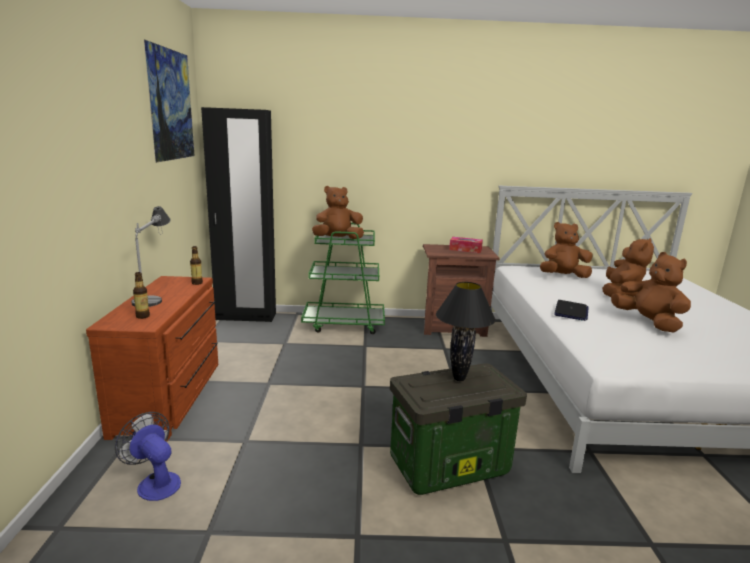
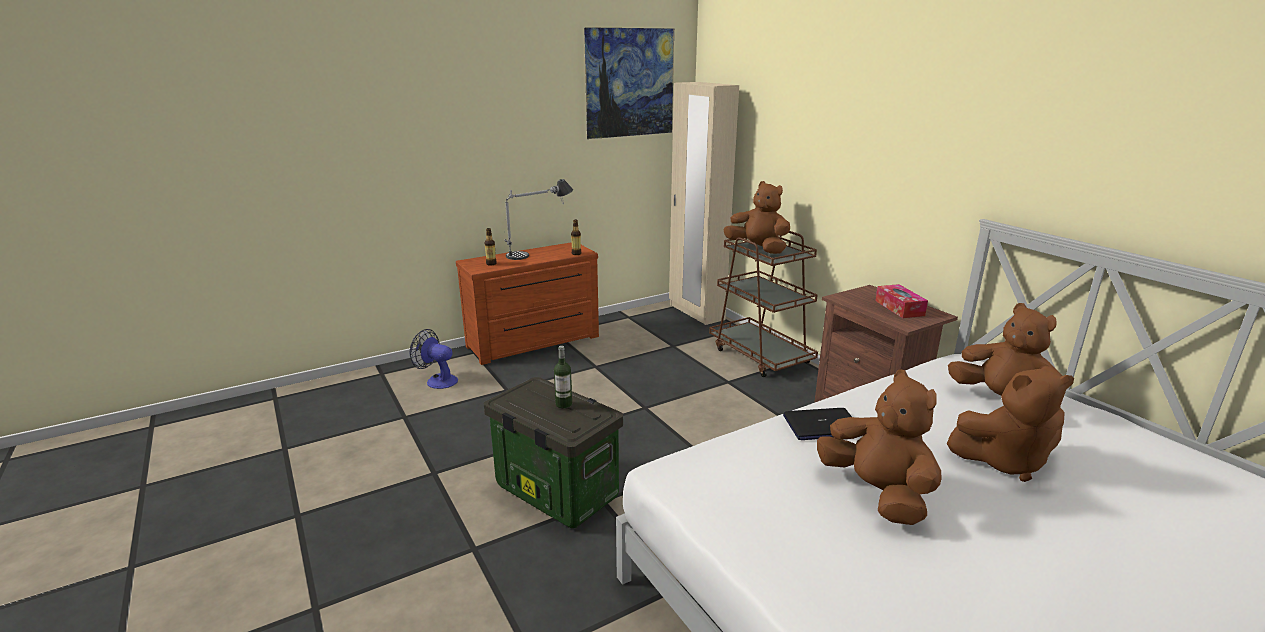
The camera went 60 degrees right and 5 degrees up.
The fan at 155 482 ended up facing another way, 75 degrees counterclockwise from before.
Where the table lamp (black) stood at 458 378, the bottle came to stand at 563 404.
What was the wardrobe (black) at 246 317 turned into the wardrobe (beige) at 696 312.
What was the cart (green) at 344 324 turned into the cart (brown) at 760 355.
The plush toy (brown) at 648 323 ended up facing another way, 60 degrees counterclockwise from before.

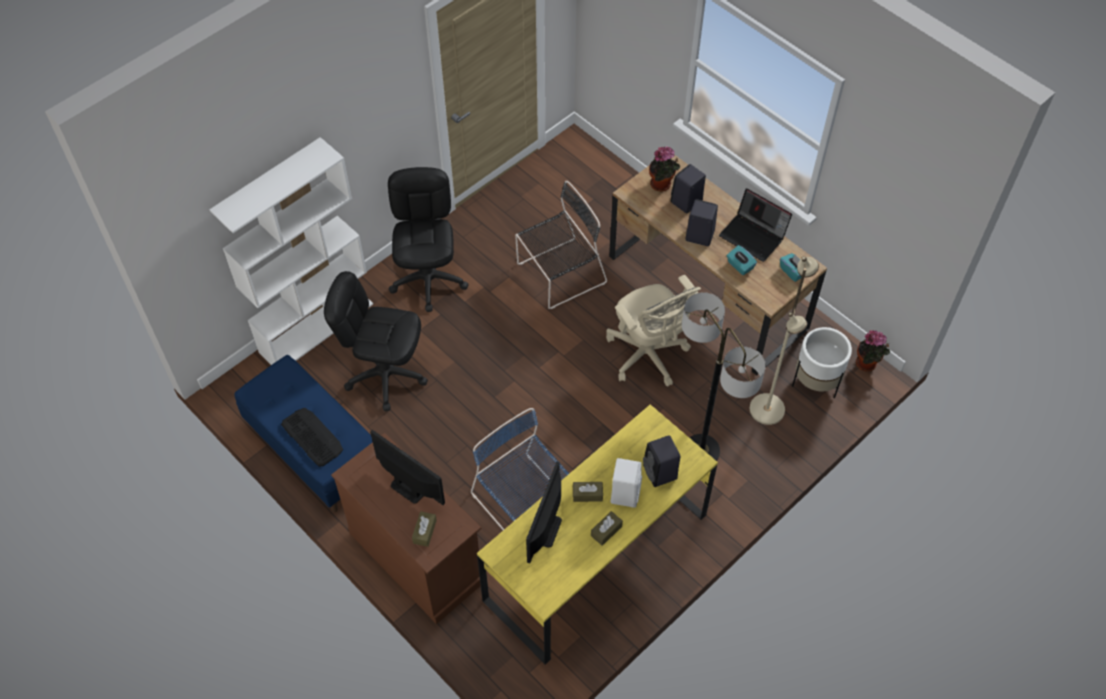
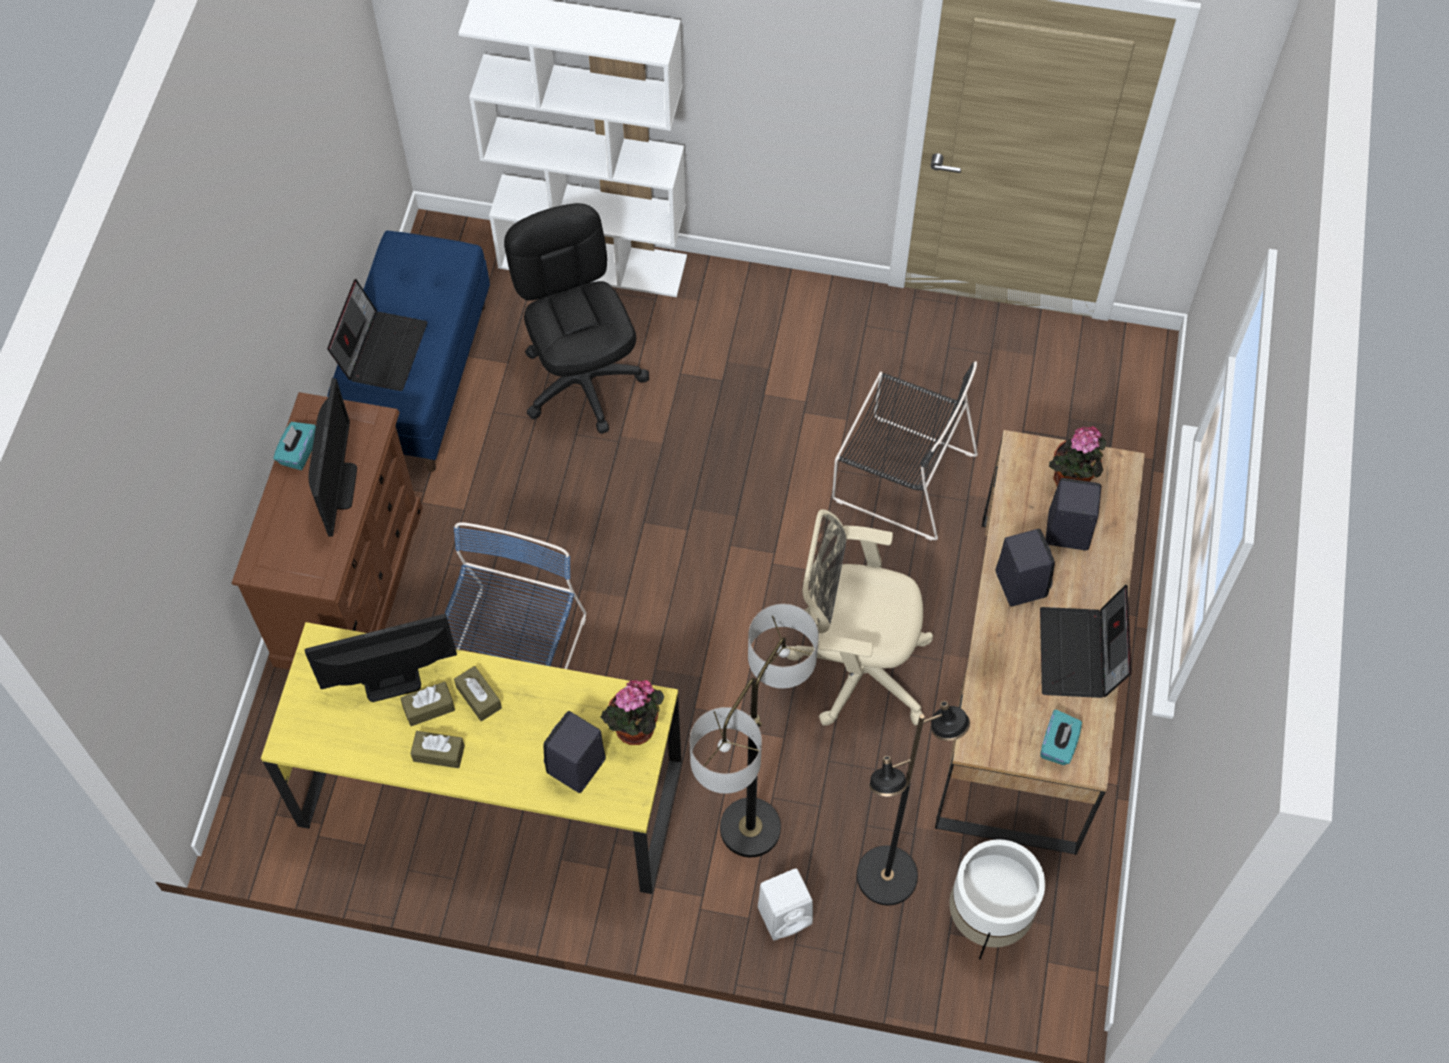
The camera went 55 degrees right and 5 degrees up.
The tissue box (turquoise) ended up elsewhere, having gone from 740 266 to 298 453.
Where the keyboard stood at 312 437, the laptop came to stand at 382 349.
The tissue box (brown) ended up elsewhere, having gone from 424 531 to 429 708.
The potted plant ended up elsewhere, having gone from 867 364 to 634 732.
The speaker (white) ended up elsewhere, having gone from 625 492 to 786 914.
The office chair (beige) at 648 356 ended up facing another way, 75 degrees clockwise from before.
What was the floor lamp (beige) at 768 409 turned into the floor lamp (black) at 888 877.
The second view lost the office chair (black) at 429 279.

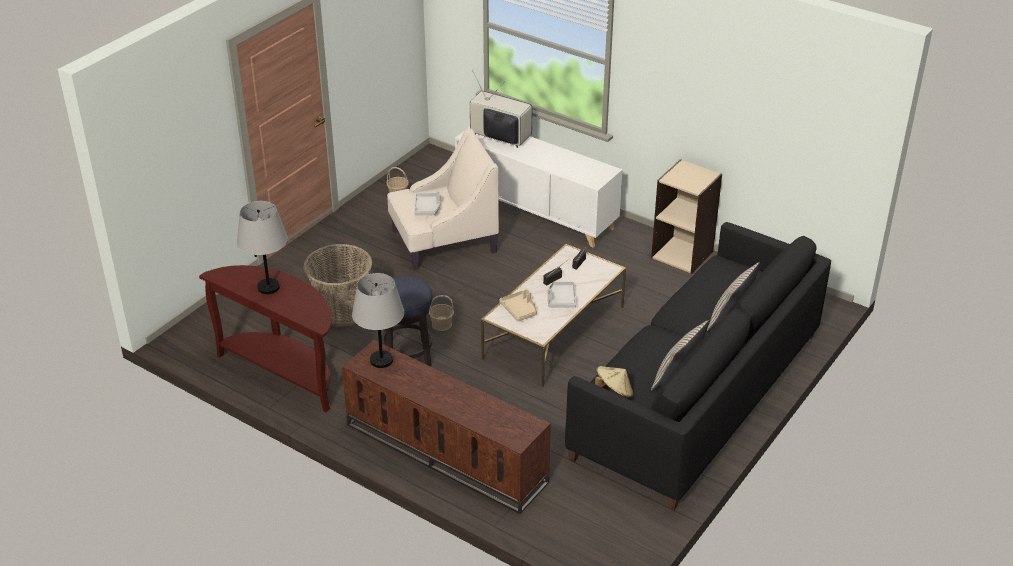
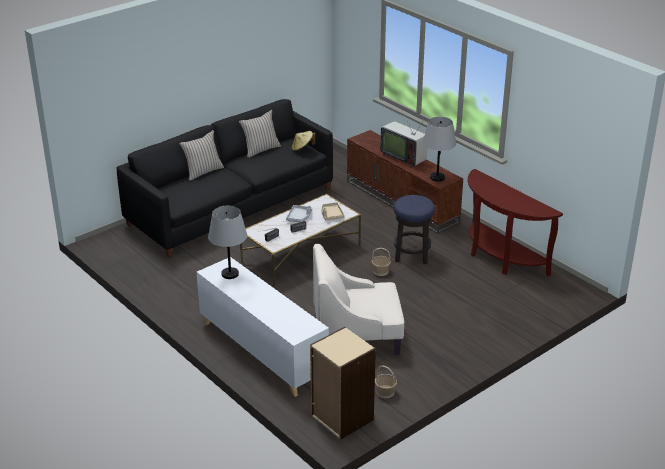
The camera went 165 degrees left and 5 degrees down.
The table lamp (grey) ended up elsewhere, having gone from 268 287 to 230 274.
The bookcase (beige) ended up elsewhere, having gone from 682 254 to 341 418.
The television ended up elsewhere, having gone from 500 138 to 404 156.
The second view lost the basket at 342 309.
The second view lost the tray (grey) at 427 208.

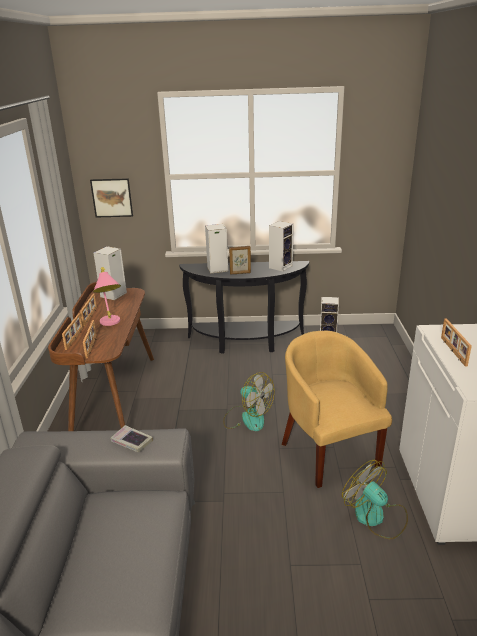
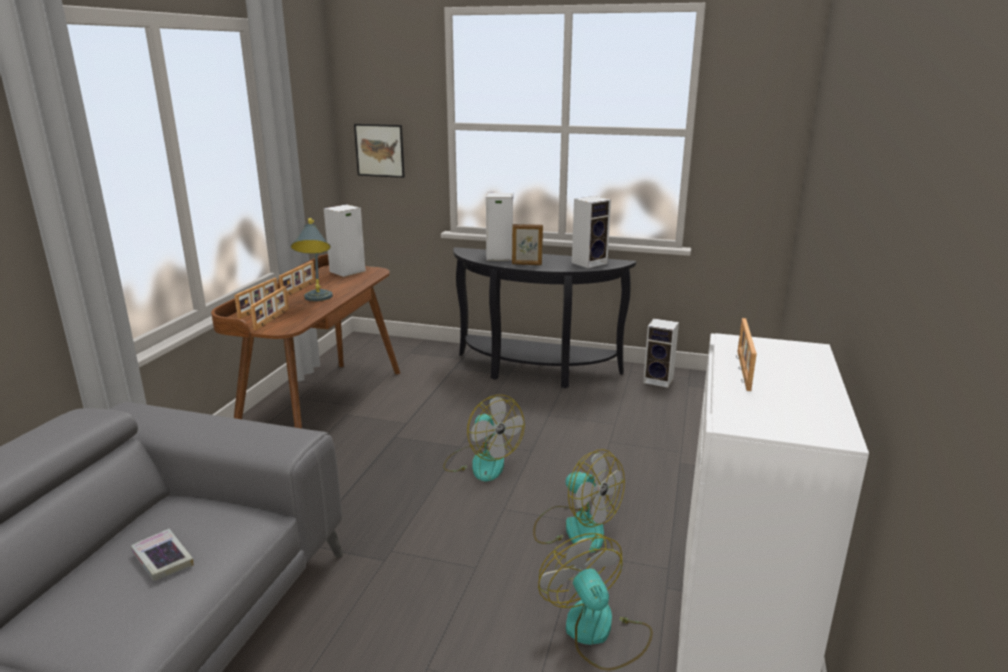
The camera went 15 degrees right and 5 degrees down.
The book ended up elsewhere, having gone from 132 442 to 162 559.
What was the table lamp (pink) at 111 324 turned into the table lamp (grey) at 317 300.
Where the armchair (yellow) stood at 329 451, the fan came to stand at 575 527.

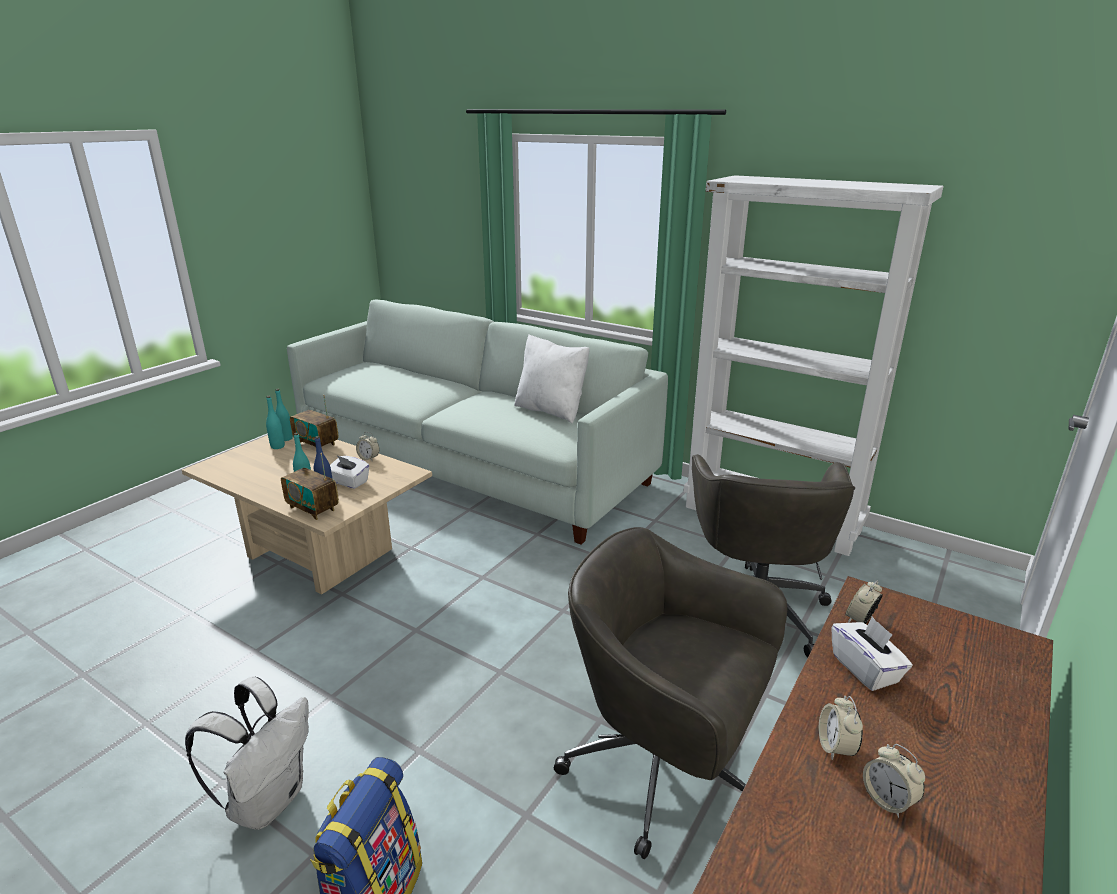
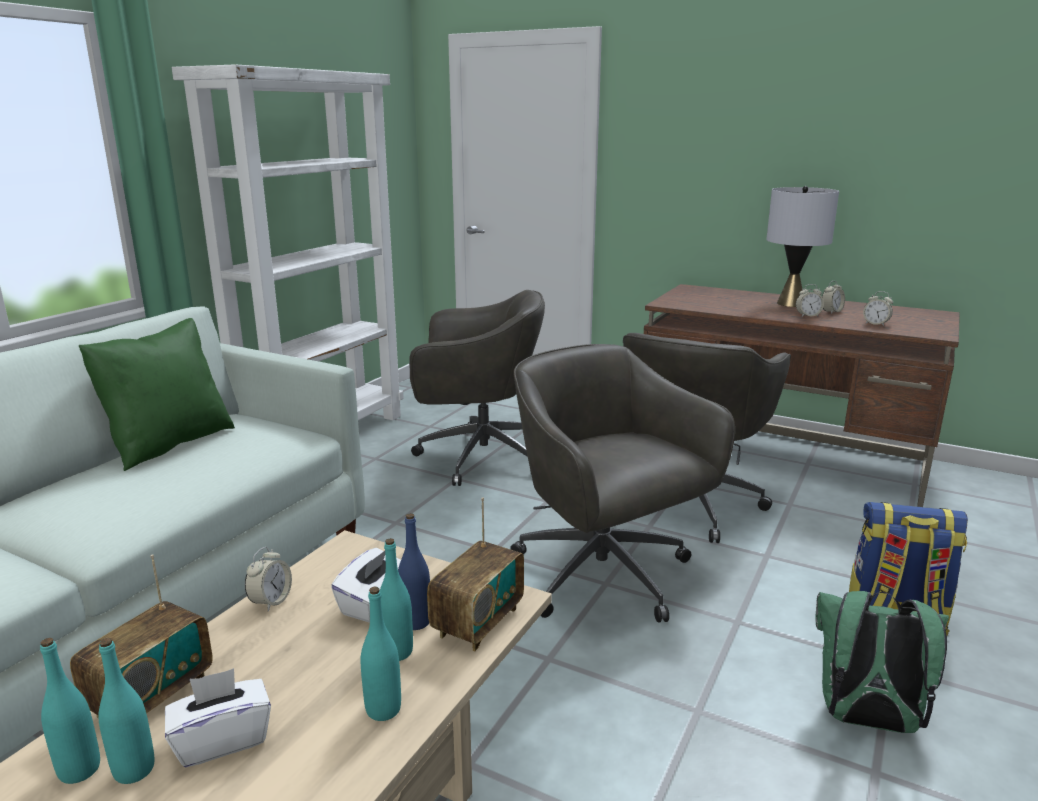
The camera went 95 degrees left and 5 degrees down.
What was the pillow (white) at 551 410 turned into the pillow (green) at 169 444.
The tissue box (white) ended up elsewhere, having gone from 865 669 to 222 739.
The second view gained the bottle (turquoise) at 383 709.
The second view gained the office chair (grey) at 605 577.
The second view gained the table lamp (grey) at 791 303.
What was the backpack (white) at 267 799 turned into the backpack (green) at 865 720.
The alarm clock ended up elsewhere, having gone from 860 620 to 875 324.

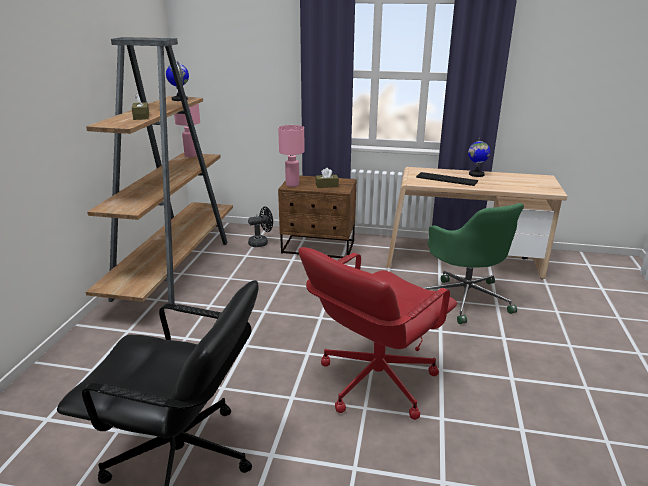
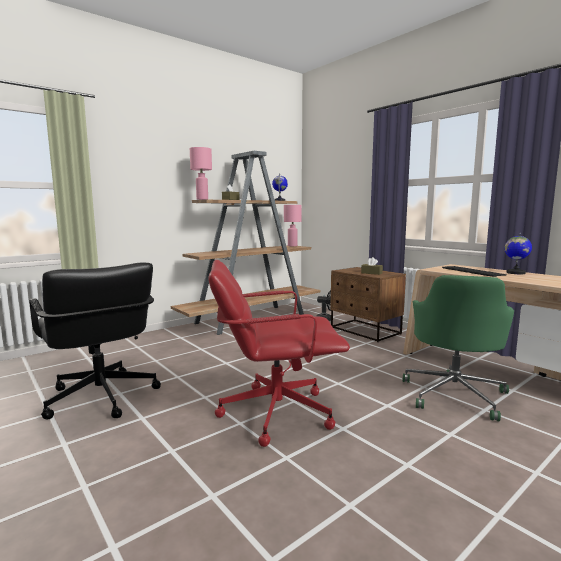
The camera went 40 degrees right and 15 degrees down.
The table lamp (pink) ended up elsewhere, having gone from 292 185 to 202 199.

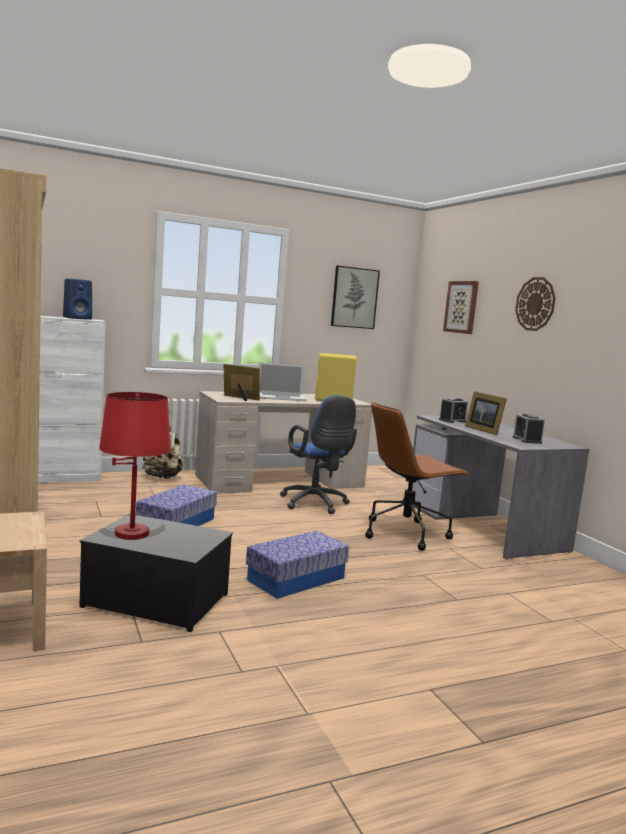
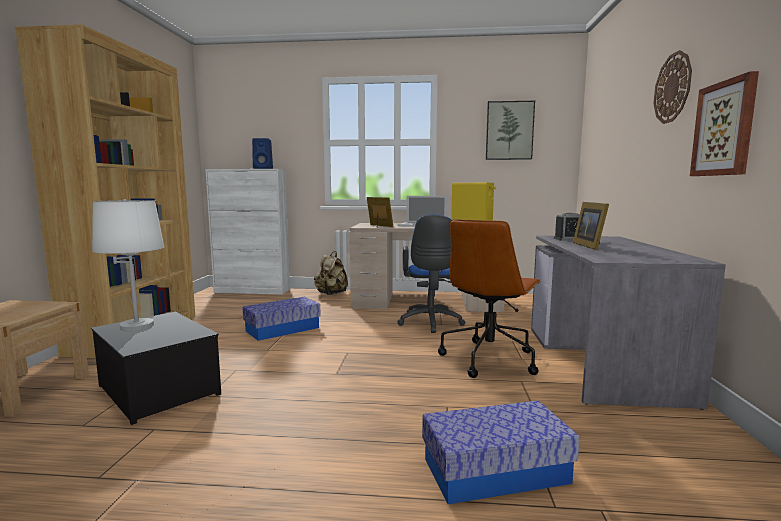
The camera went 30 degrees right and 0 degrees up.
What was the table lamp (red) at 132 533 turned into the table lamp (white) at 137 326.
The storage box ended up elsewhere, having gone from 296 579 to 495 470.
The office chair (brown) at 406 533 ended up facing another way, 60 degrees counterclockwise from before.
The picture ended up elsewhere, having gone from 462 307 to 724 129.
The second view lost the alarm clock at 527 440.

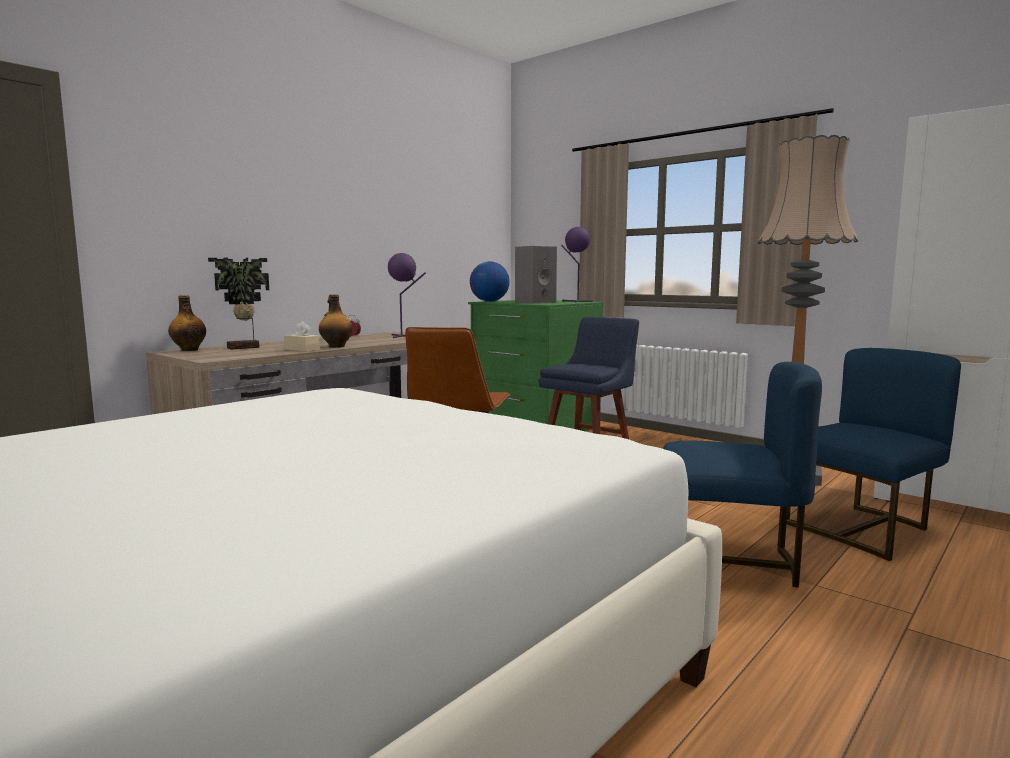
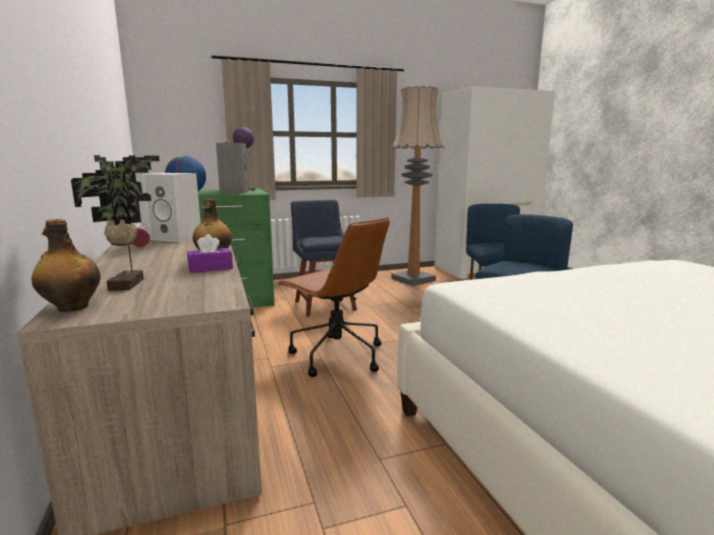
The camera went 60 degrees left and 5 degrees up.
Where the table lamp (purple) stood at 404 336, the speaker (white) came to stand at 178 238.
What was the tissue box (beige) at 302 349 turned into the tissue box (purple) at 210 268.

